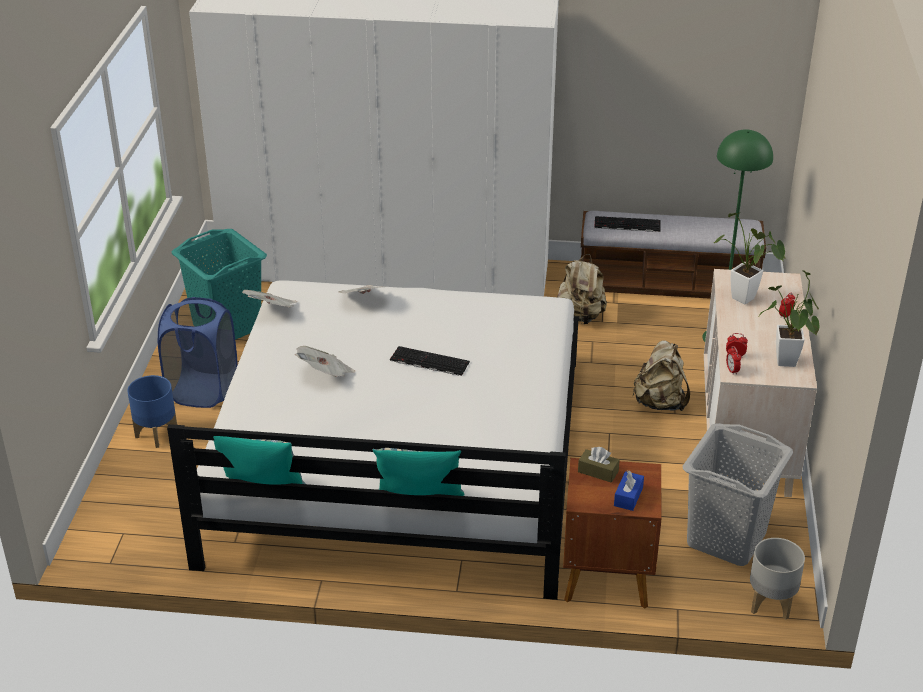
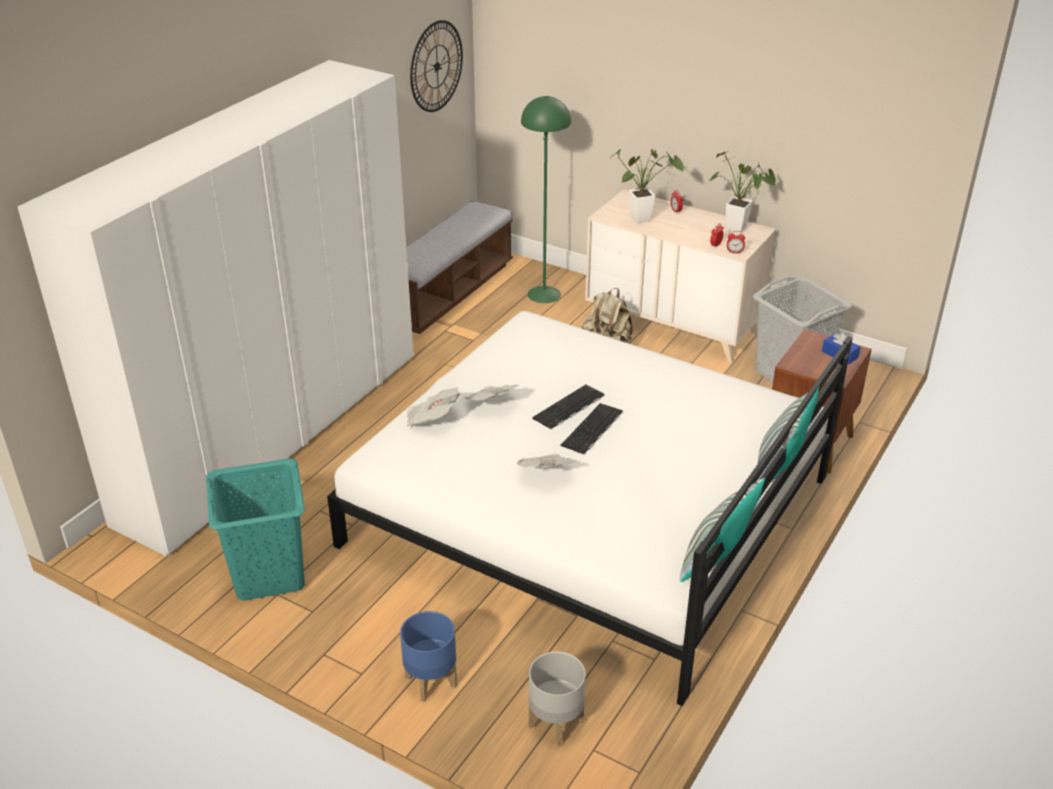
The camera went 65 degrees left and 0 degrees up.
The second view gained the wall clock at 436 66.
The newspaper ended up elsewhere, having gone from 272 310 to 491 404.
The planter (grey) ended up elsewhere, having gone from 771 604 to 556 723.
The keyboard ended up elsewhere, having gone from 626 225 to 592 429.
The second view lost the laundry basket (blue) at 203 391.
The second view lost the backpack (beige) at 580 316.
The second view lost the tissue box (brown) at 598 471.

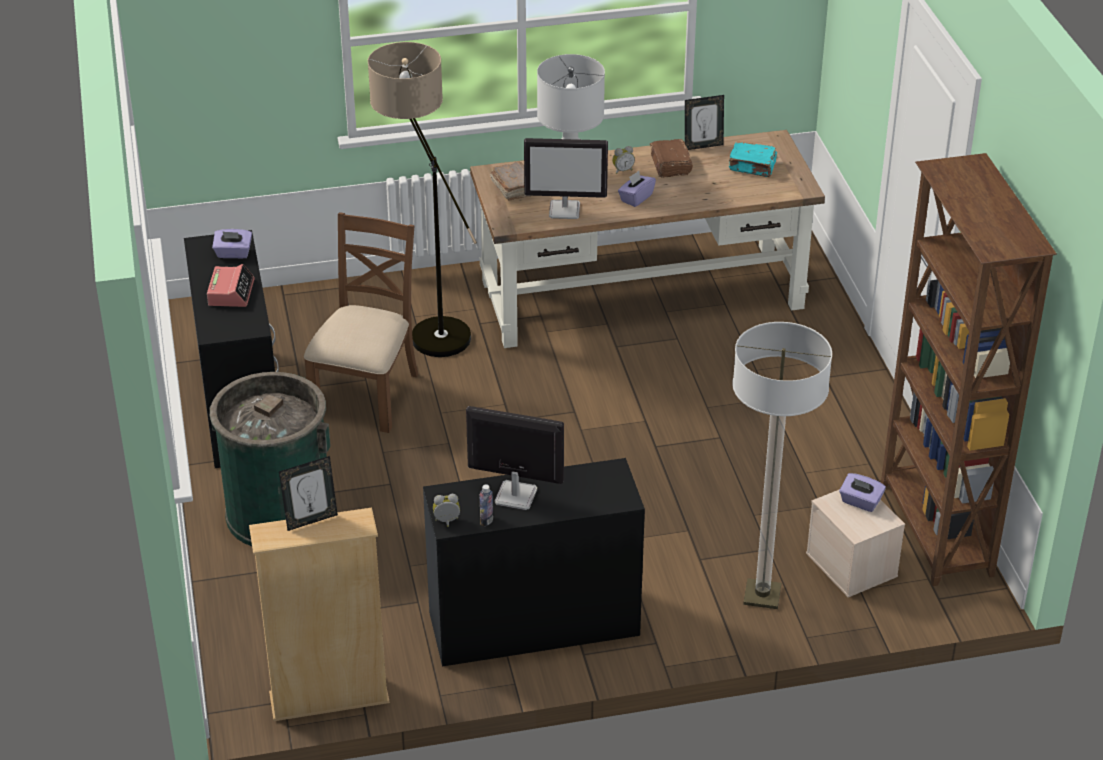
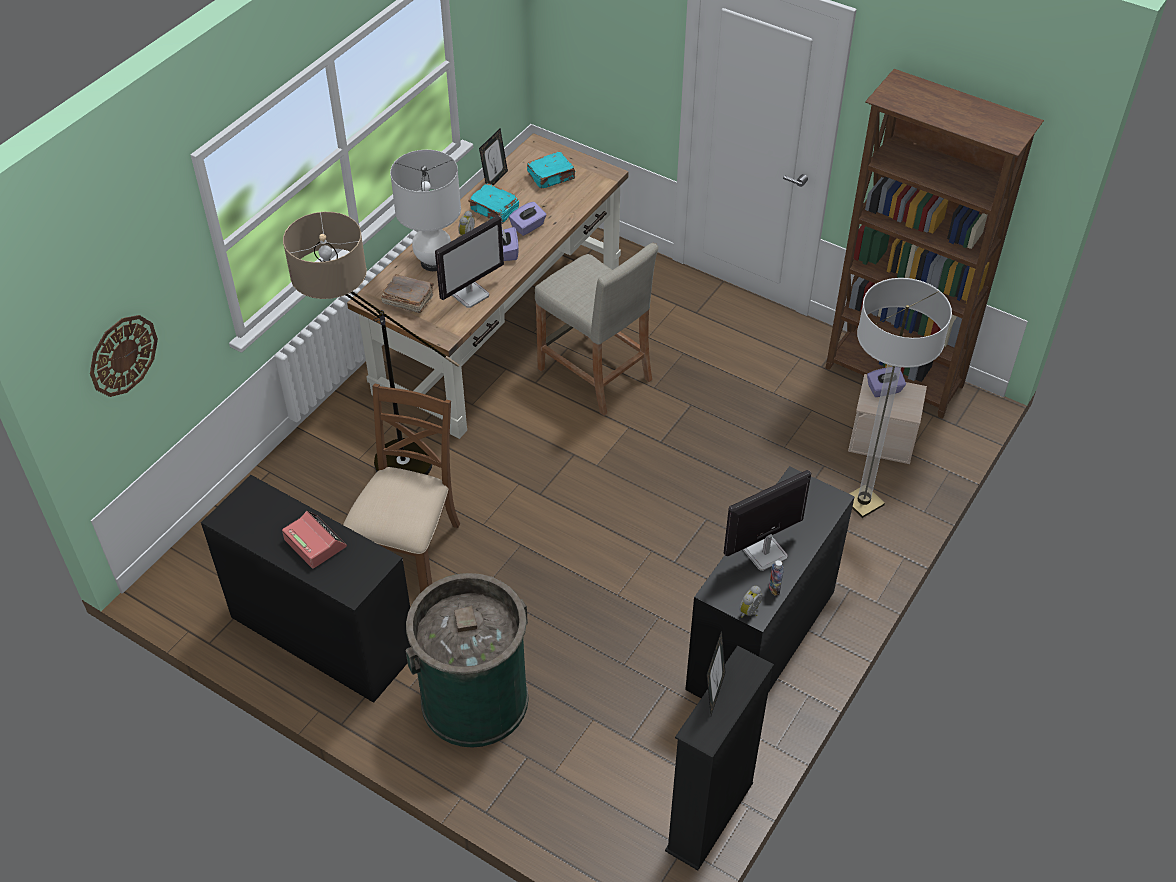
The camera went 45 degrees left and 10 degrees up.
The second view gained the wall clock at 123 355.
The chair (brown) at 367 394 ended up facing another way, 45 degrees clockwise from before.
What was the book (brown) at 670 166 turned into the book (turquoise) at 494 210.
The tissue box (purple) ended up elsewhere, having gone from 233 253 to 528 227.
The second view gained the stool (beige) at 595 374.
What was the bookcase (beige) at 329 698 turned into the bookcase (black) at 710 817.

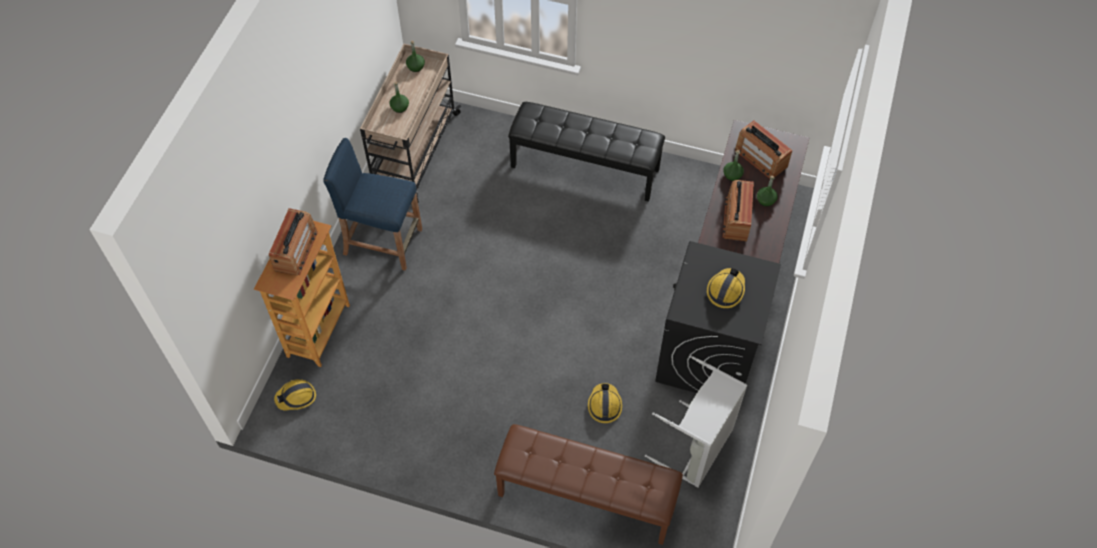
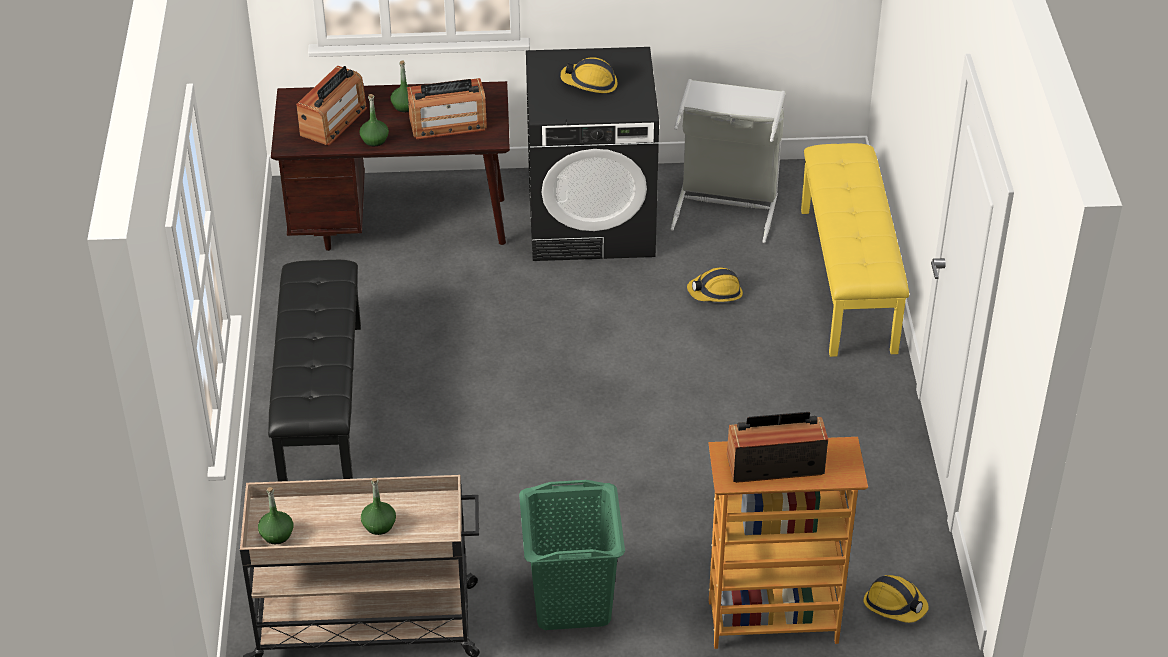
The camera went 110 degrees left and 15 degrees down.
Where the stool (blue) stood at 383 242, the laundry basket (green) came to stand at 571 602.
What was the bench (brown) at 586 497 turned into the bench (yellow) at 849 279.

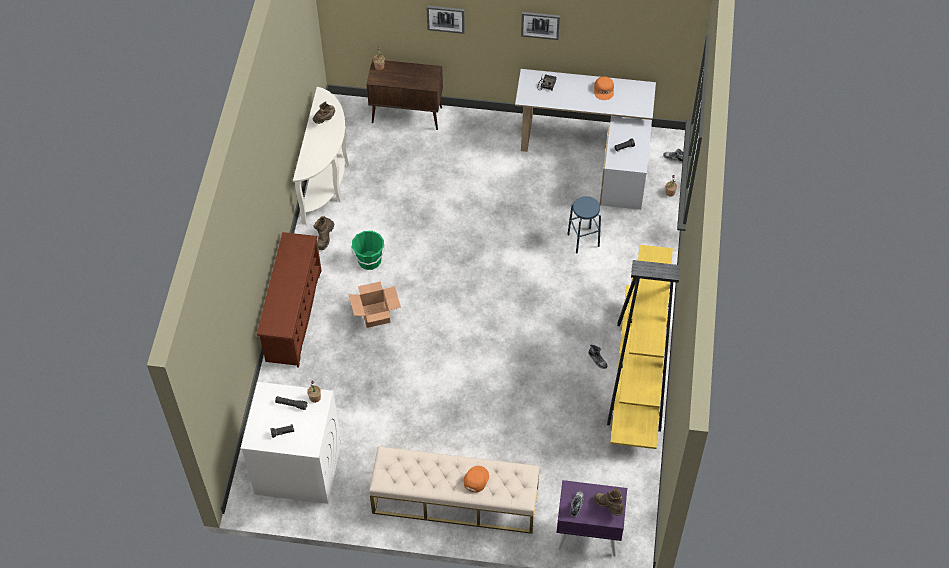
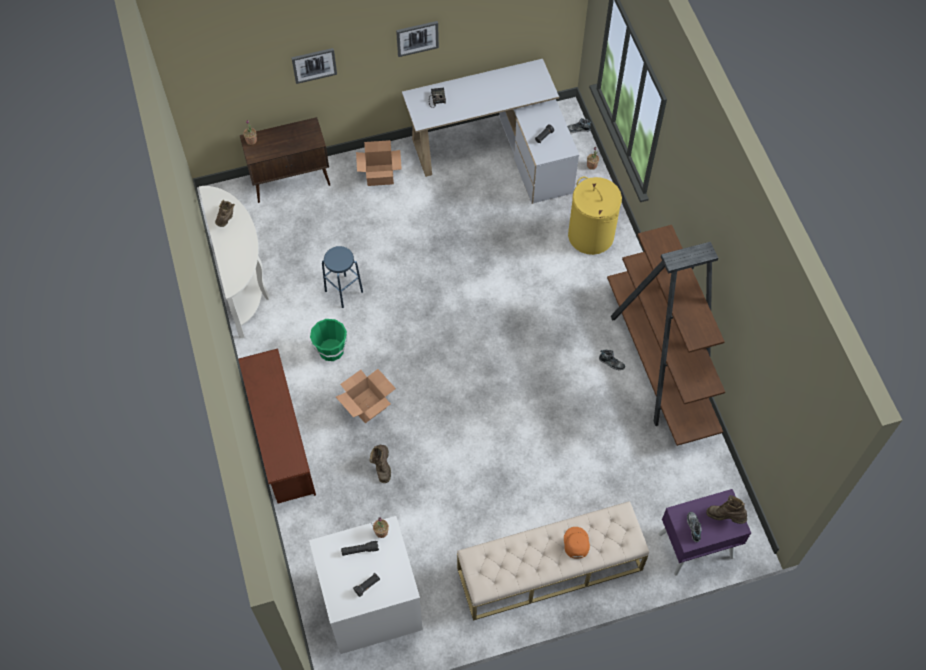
The camera went 25 degrees left and 5 degrees up.
The stool (blue) ended up elsewhere, having gone from 583 240 to 343 291.
The second view gained the cardboard box at 379 175.
The boot (brown) ended up elsewhere, having gone from 325 238 to 382 467.
The second view gained the laundry basket (yellow) at 591 235.
What was the bookcase (yellow) at 639 377 turned into the bookcase (brown) at 660 364.
The second view lost the cap (orange) at 604 90.

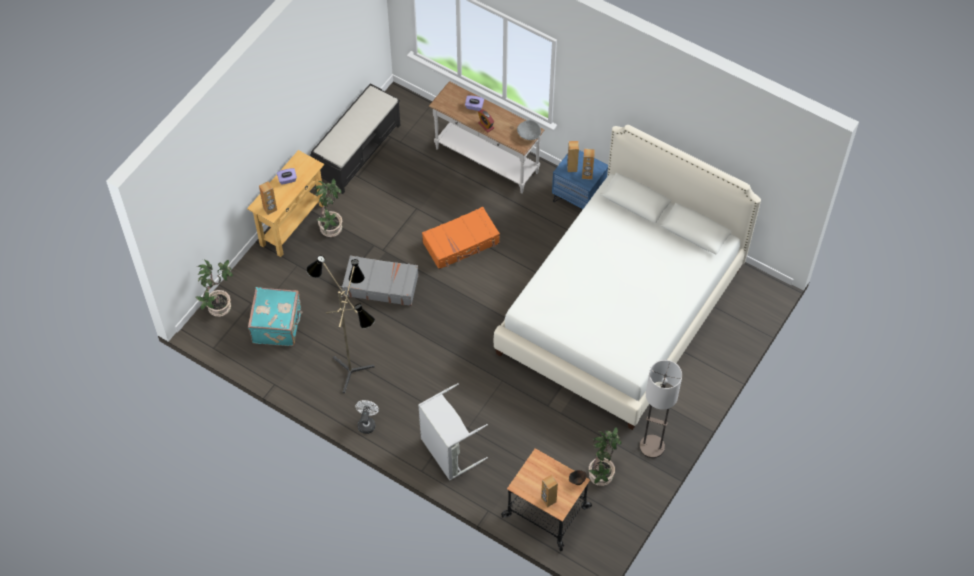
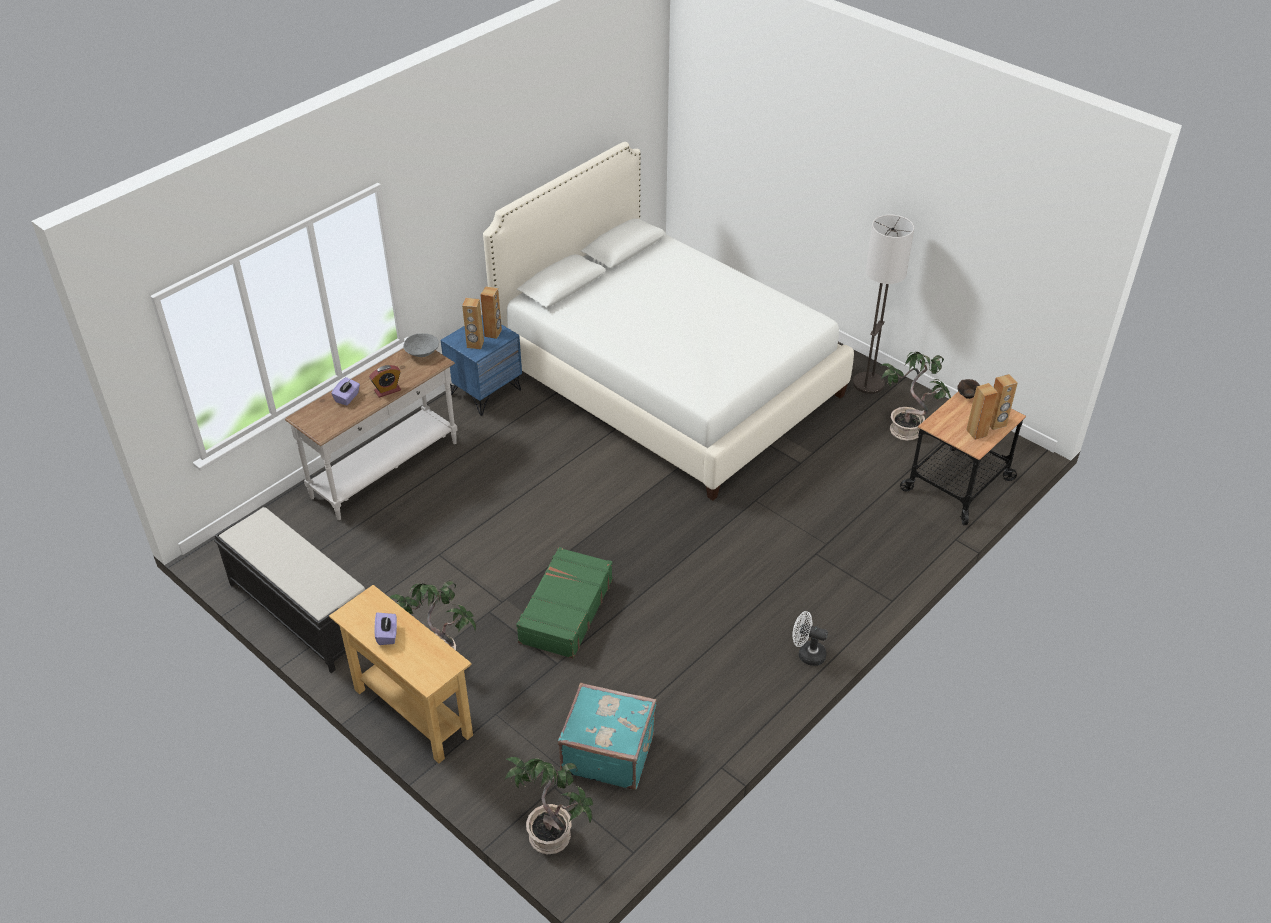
The camera went 80 degrees left and 15 degrees down.
What was the suitcase (grey) at 381 285 turned into the suitcase (green) at 565 611.
The speaker (brown) ended up elsewhere, having gone from 270 209 to 977 432.
The second view lost the floor lamp at 353 368.
The second view lost the laundry basket (grey) at 448 452.
The second view lost the suitcase (orange) at 461 243.

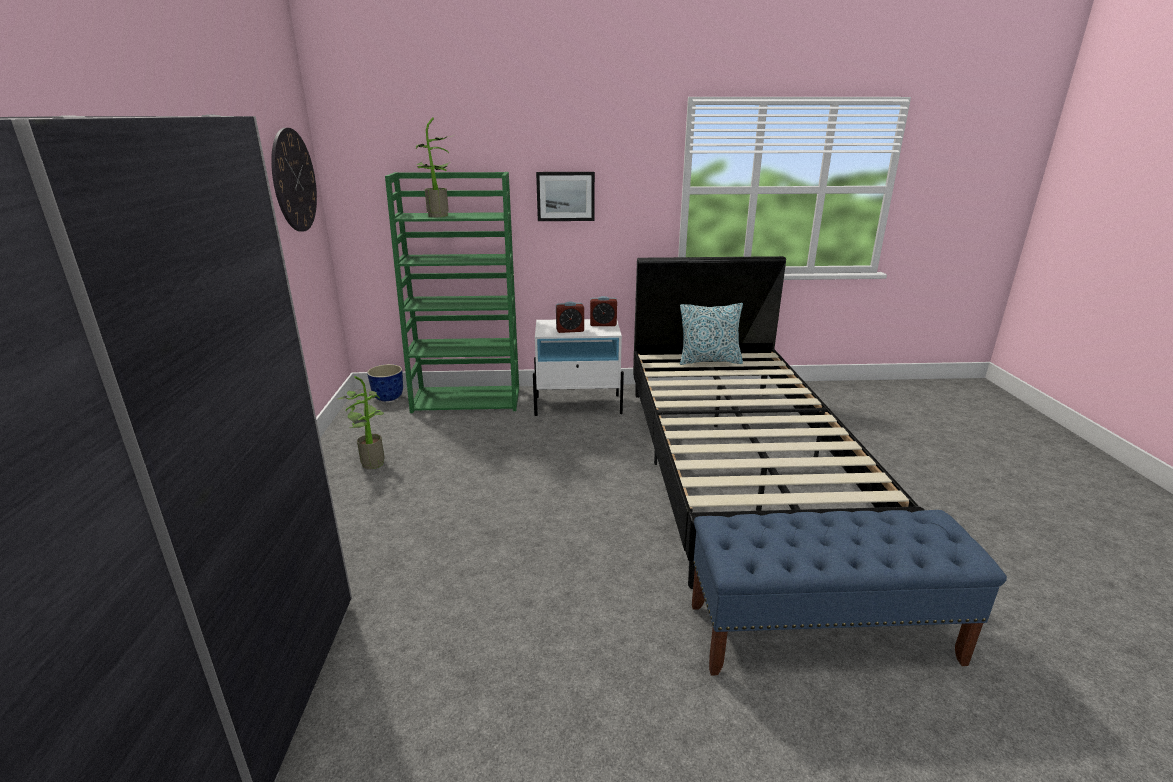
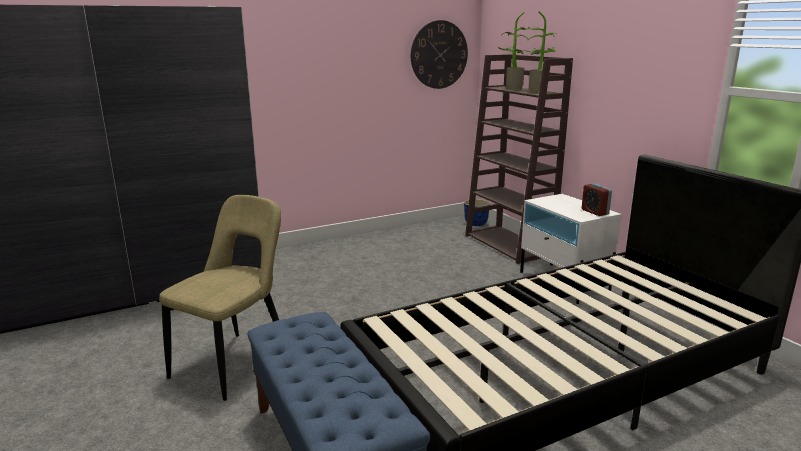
The camera went 65 degrees right and 5 degrees down.
The second view gained the chair (beige) at 236 362.
What was the bookcase (green) at 468 399 turned into the bookcase (brown) at 509 245.
The potted plant ended up elsewhere, having gone from 371 462 to 537 92.
The second view lost the picture at 565 196.
The second view lost the alarm clock at 570 330.
The second view lost the pillow at 709 361.

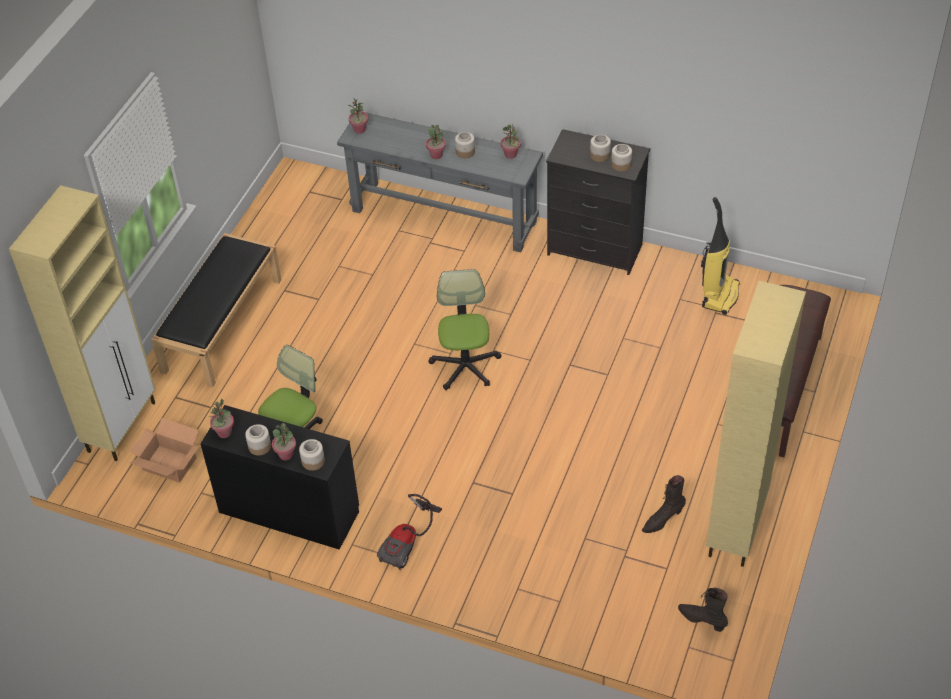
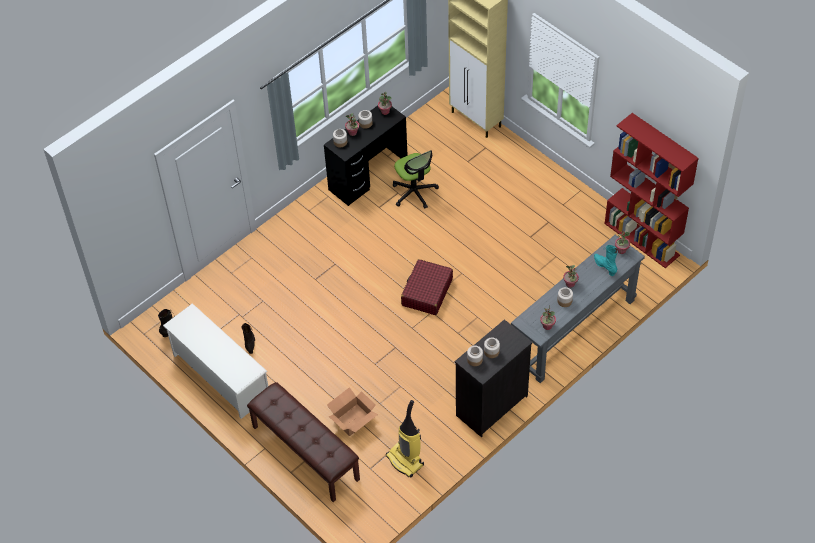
The camera went 115 degrees right and 5 degrees up.
Where the cabinet (beige) stood at 735 529, the shoe rack (white) came to stand at 220 376.
The cardboard box ended up elsewhere, having gone from 169 464 to 352 420.
Where the office chair stood at 465 366, the suitcase (red) came to stand at 427 292.
The second view gained the boot (turquoise) at 605 266.
The second view gained the bookcase (red) at 642 239.
The second view lost the bench (black) at 222 324.
The second view lost the vacuum cleaner at 409 543.

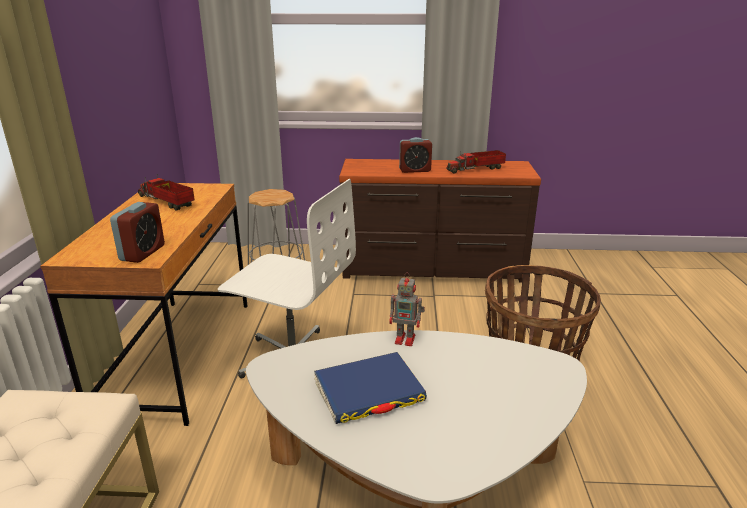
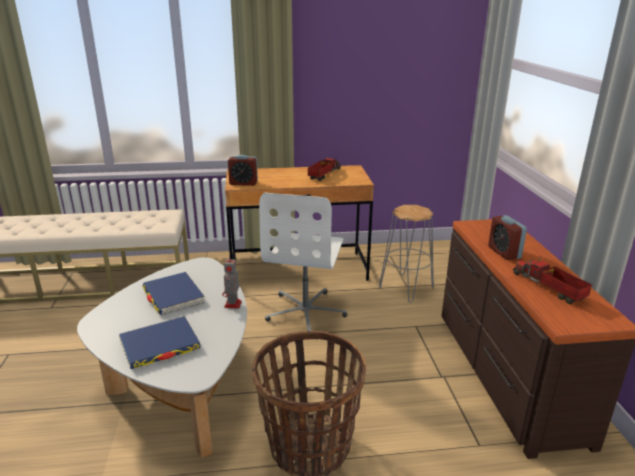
The camera went 80 degrees right and 0 degrees up.
The second view gained the book (blue) at 160 345.

